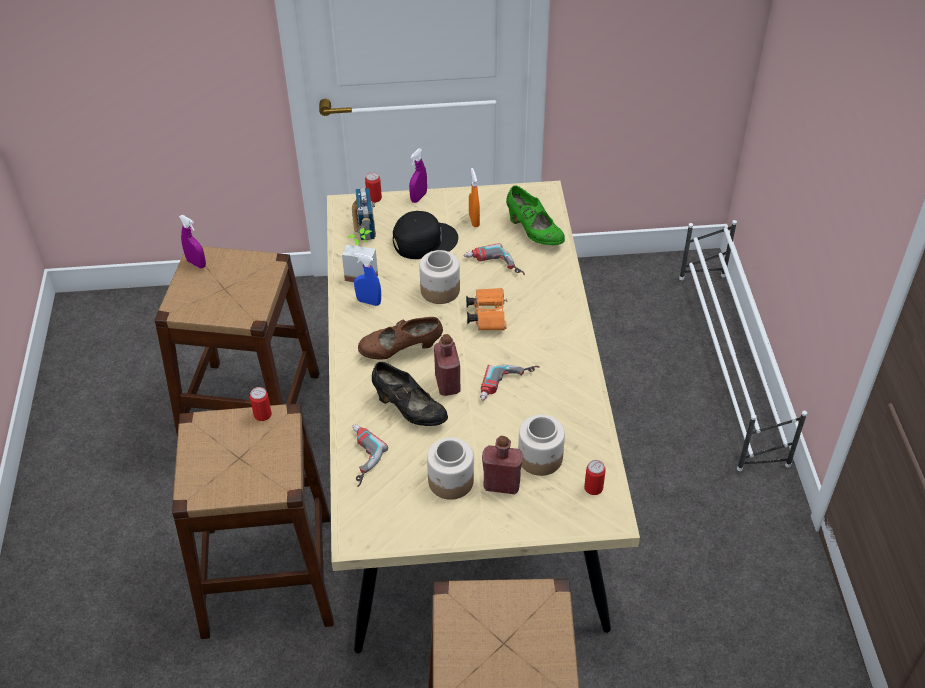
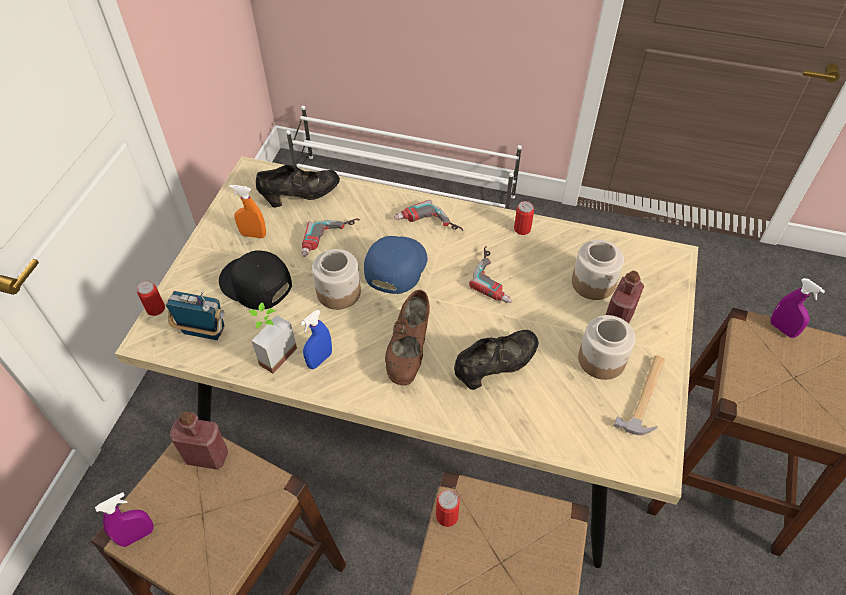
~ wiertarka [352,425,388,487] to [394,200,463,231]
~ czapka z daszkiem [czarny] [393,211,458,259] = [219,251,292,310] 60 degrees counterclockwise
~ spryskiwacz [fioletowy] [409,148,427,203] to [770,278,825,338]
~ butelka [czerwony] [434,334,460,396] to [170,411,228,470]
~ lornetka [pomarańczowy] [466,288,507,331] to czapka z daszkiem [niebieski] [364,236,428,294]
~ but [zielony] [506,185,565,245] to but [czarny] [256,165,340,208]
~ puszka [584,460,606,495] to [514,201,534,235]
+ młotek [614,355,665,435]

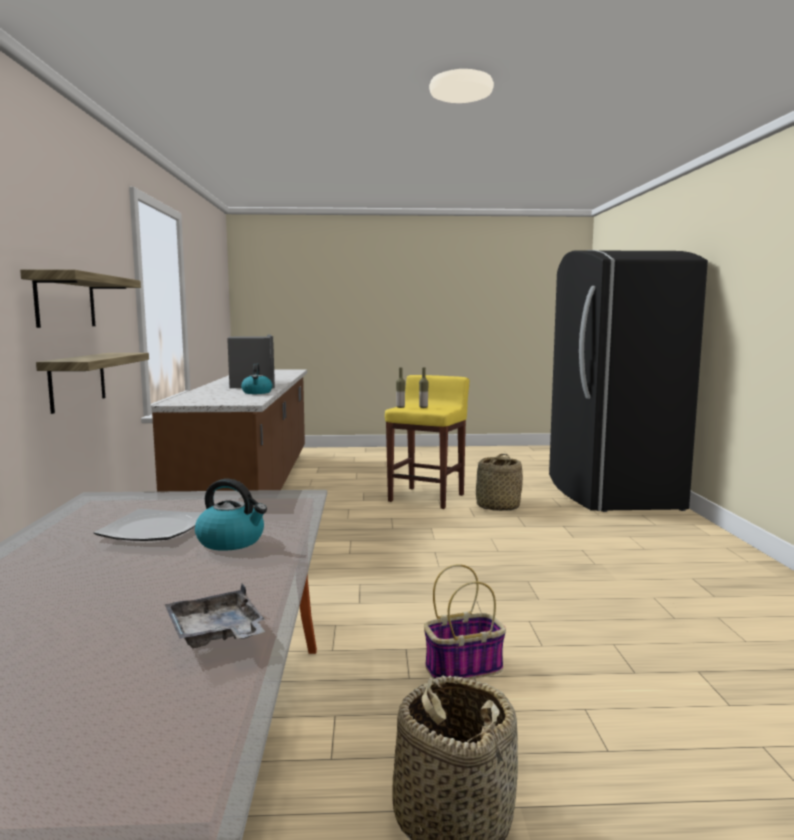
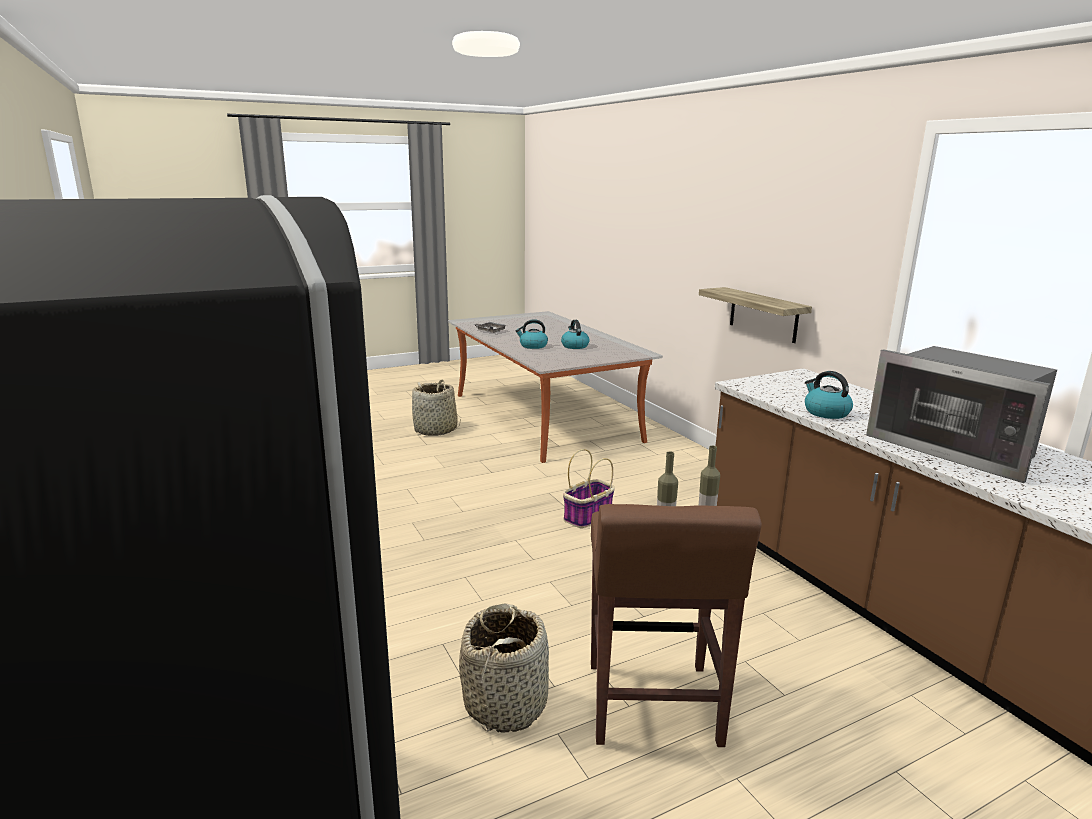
- półka [20,269,141,328]
~ talerz [94,509,203,541] to czajnik [561,320,590,349]
~ stołek [żółty] [385,375,470,509] to stołek [brązowy] [591,504,762,747]
~ koszyk [424,564,506,679] to [563,449,615,528]

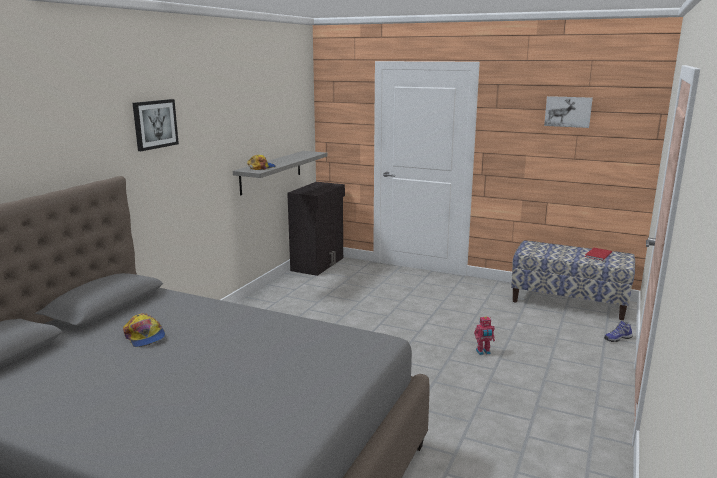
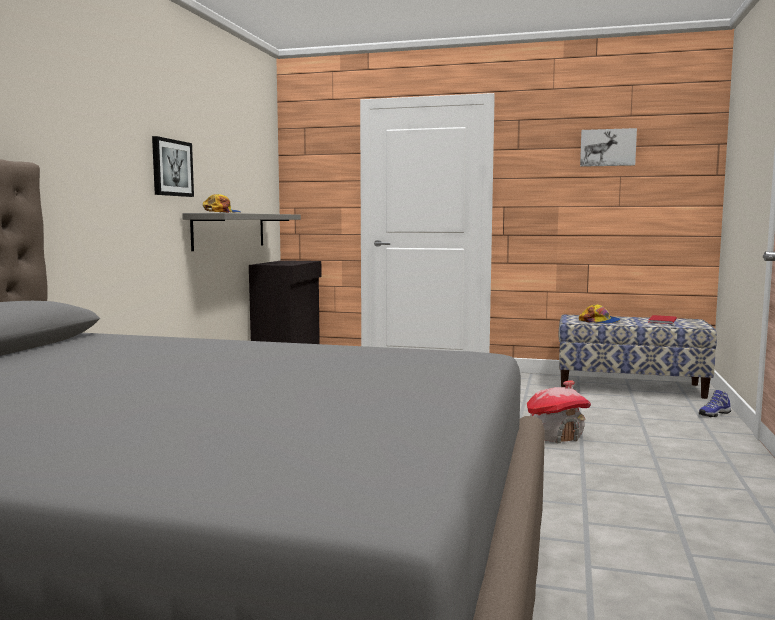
~ czapka z daszkiem [123,313,165,347] to [579,304,621,324]
~ obraz [133,99,179,151] to [152,136,194,197]
~ robot zabawkowy [474,316,495,355] to domek [527,380,591,443]

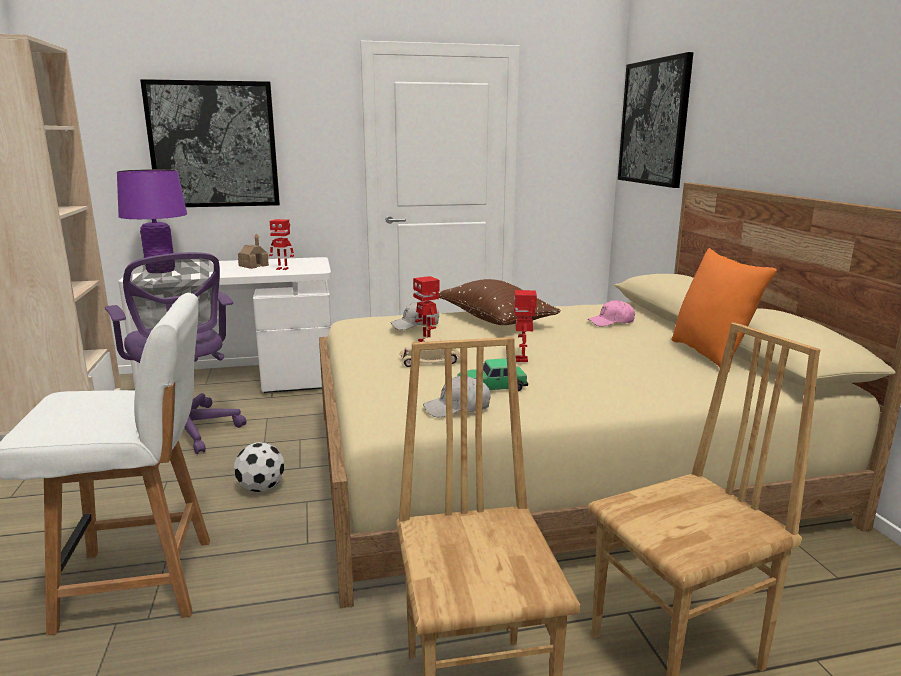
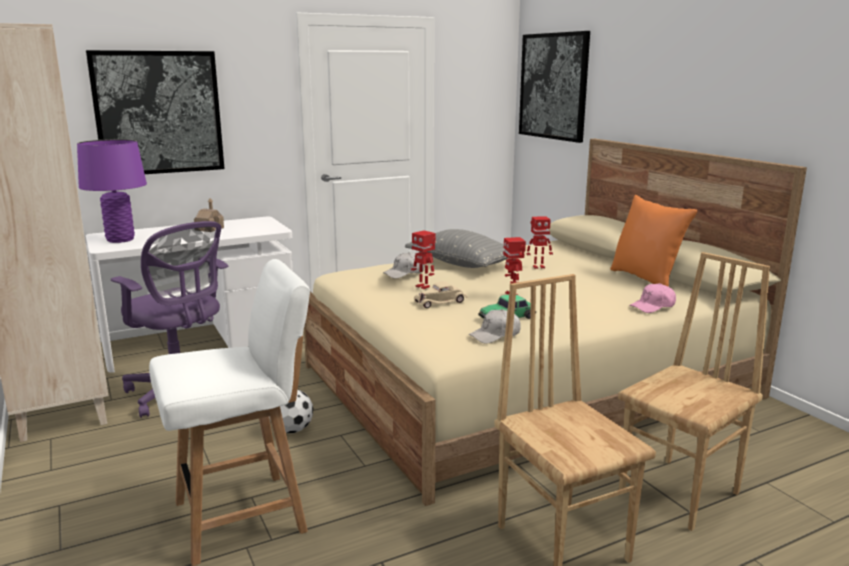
~ robot zabawkowy [269,219,294,270] to [527,216,553,269]
~ poduszka [brązowy] [439,279,561,325] to poduszka [szary] [405,229,522,268]
~ czapka z daszkiem [różowy] [588,300,635,326] to [629,283,676,313]

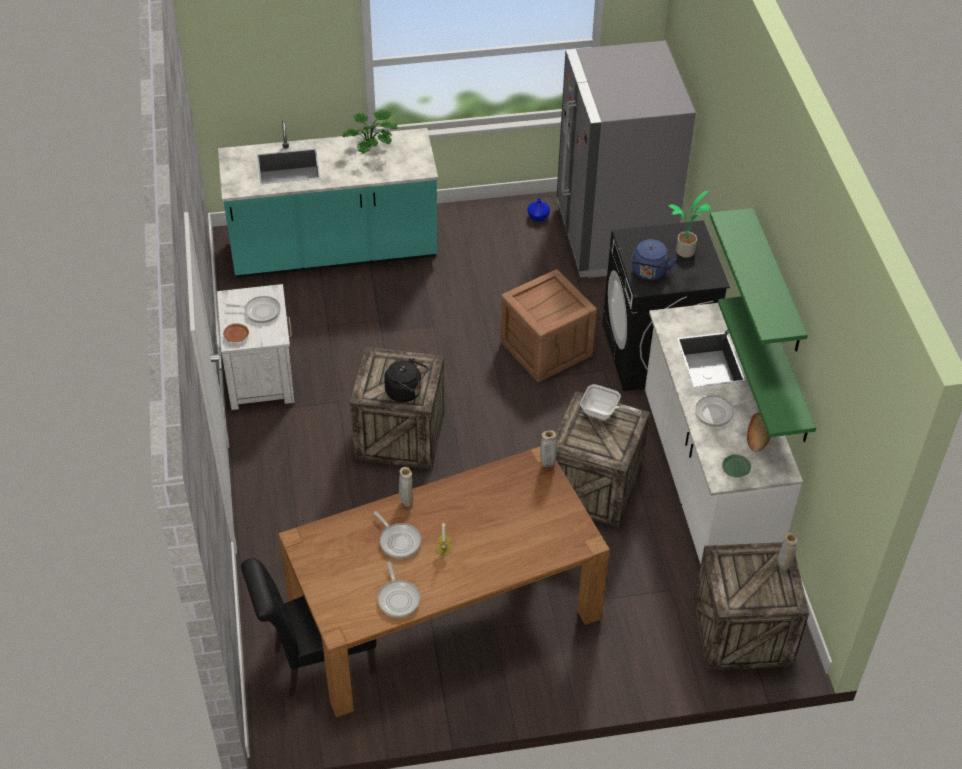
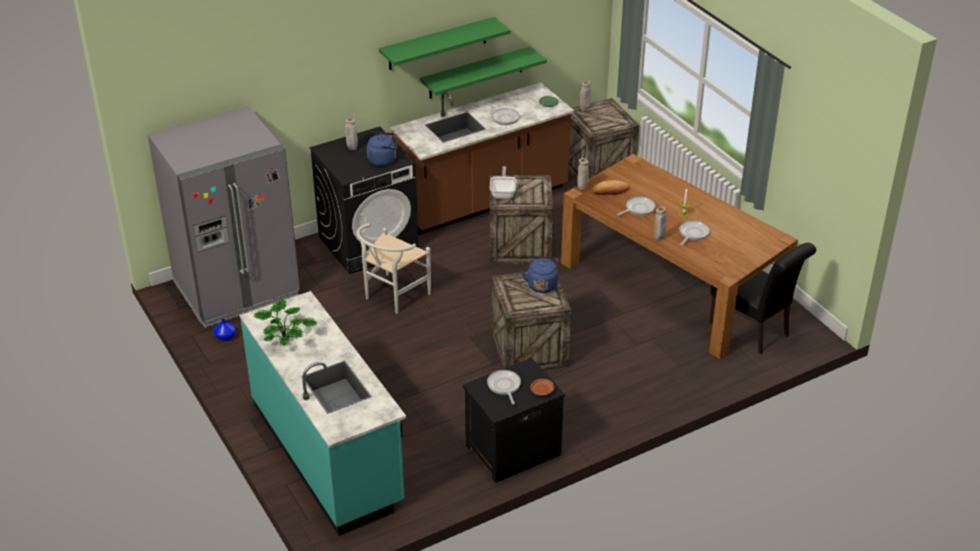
~ szafka nocna [biały] [217,284,295,410] to szafka nocna [czarny] [462,358,565,483]
~ patelnia [377,562,420,618] to [617,196,656,216]
~ czajnik [czarny] [384,358,428,402] to czajnik [niebieski] [521,256,558,293]
~ skrzynka [500,269,597,382] to krzesło [biały] [356,223,431,314]
~ zabudowa kuchenna [biały] [645,303,803,564] to zabudowa kuchenna [brązowy] [391,82,574,235]
~ roślina doniczkowa [669,191,711,258] to wazon [beżowy] [345,118,358,150]
~ chleb [747,413,771,451] to [593,180,630,195]

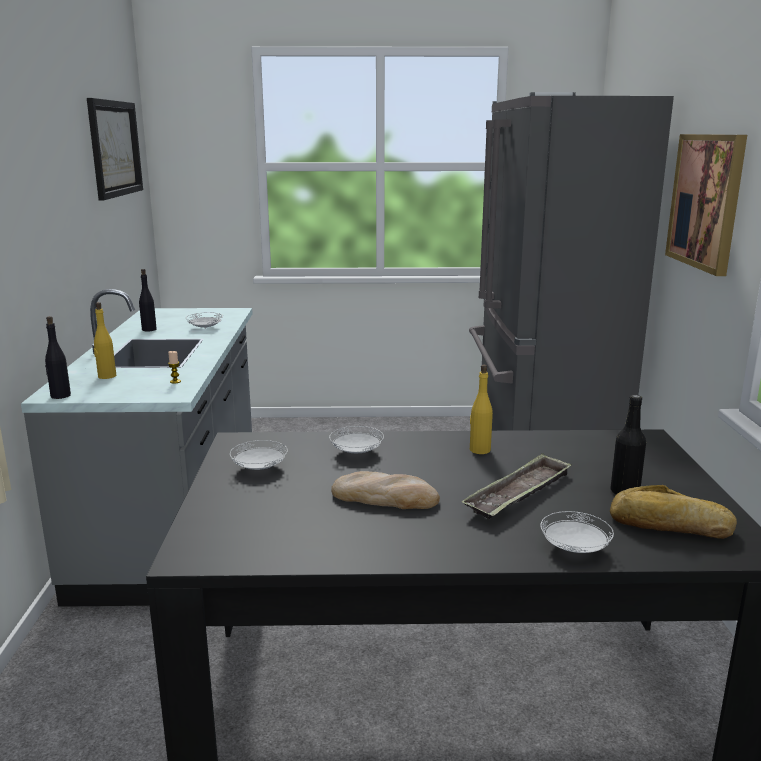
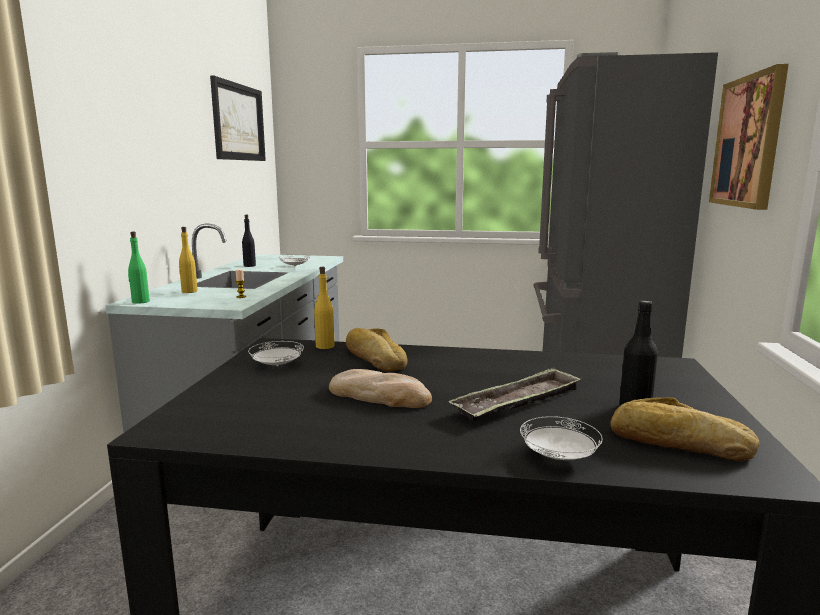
~ butelka [czarny] [45,316,71,399] to butelka [zielony] [128,232,150,304]
~ talerz [biały] [329,426,384,453] to chleb [346,328,408,371]
~ butelka [żółty] [470,365,493,454] to [314,267,335,349]

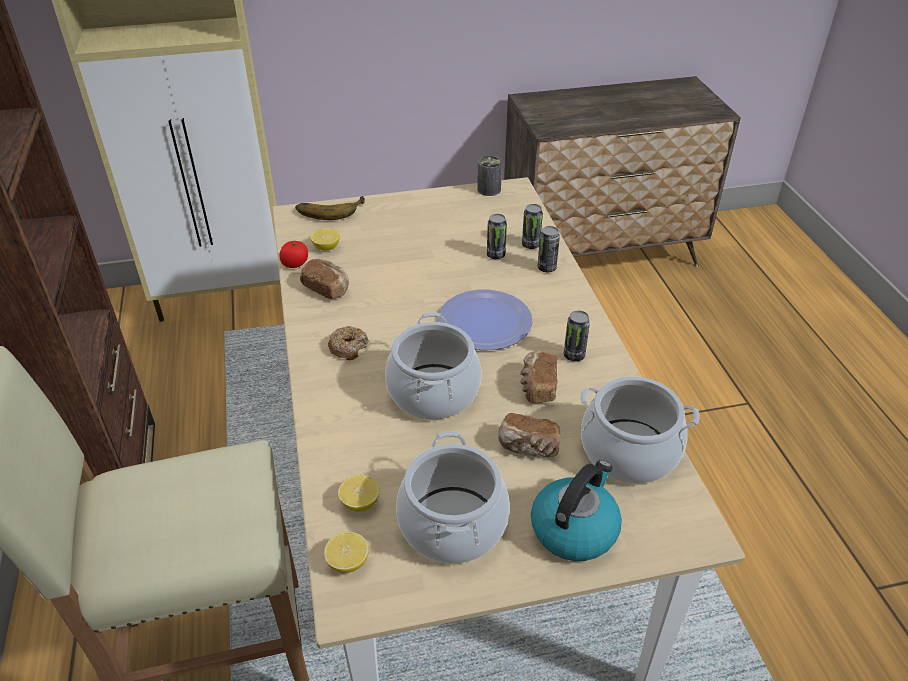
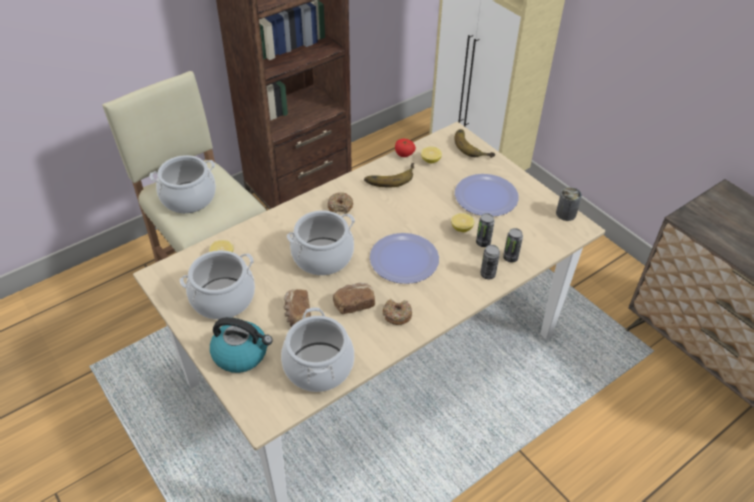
~ chleb [300,259,349,299] to banan [364,163,414,188]
~ cytryna [324,532,369,573] to [451,213,474,232]
~ puszka [564,310,590,362] to donut [383,299,412,325]
+ garnek [149,155,216,213]
+ talerz [455,174,519,216]

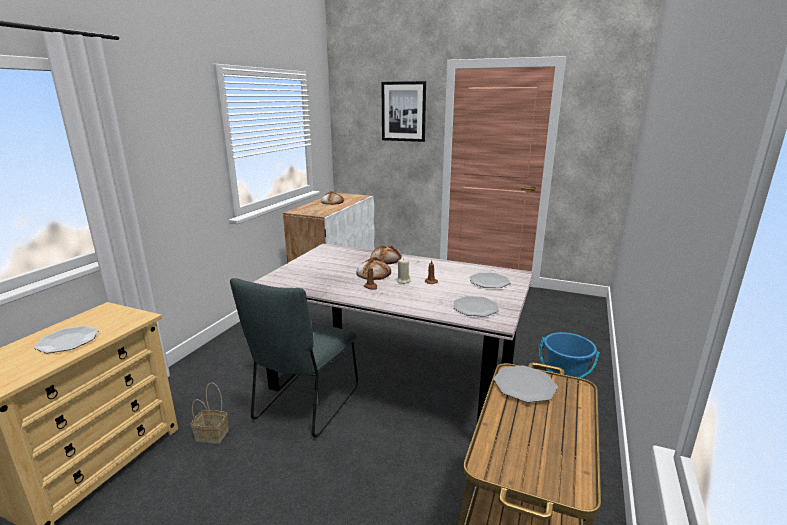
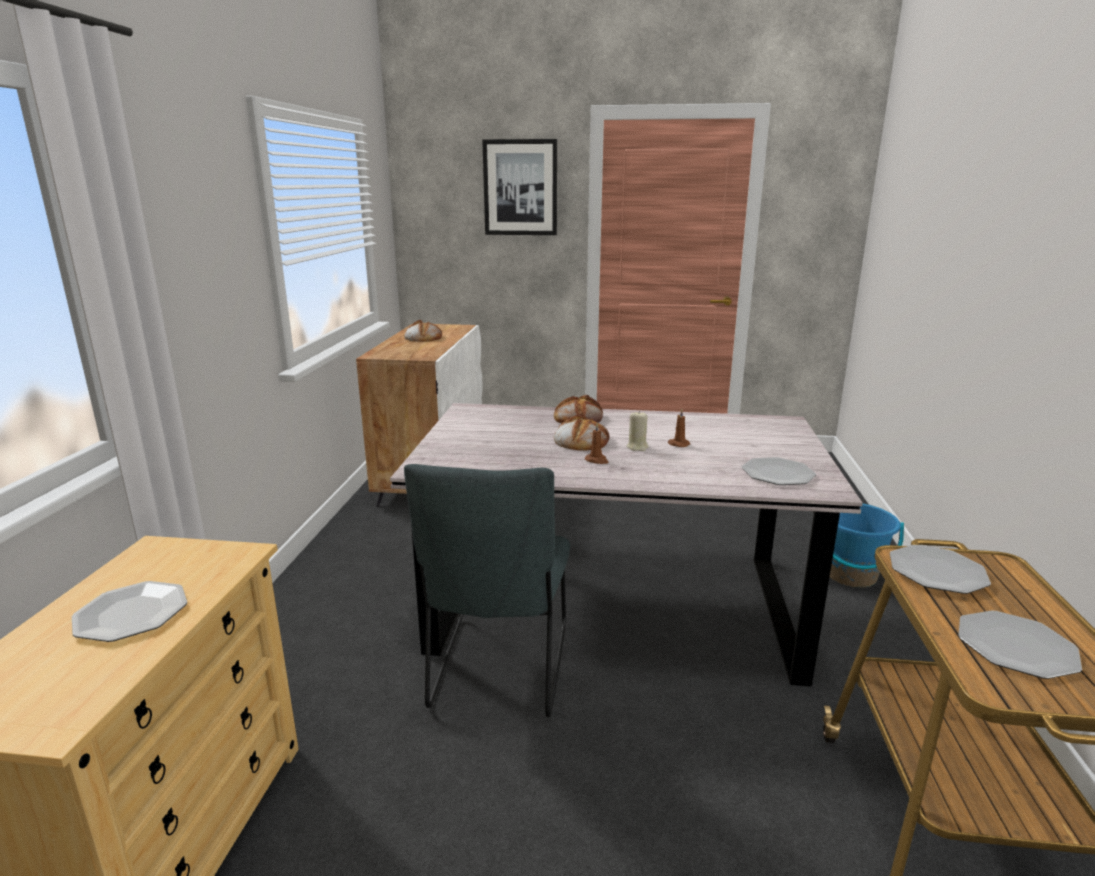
- koszyk [191,383,229,443]
~ talerz [469,273,510,288] to [958,610,1082,679]

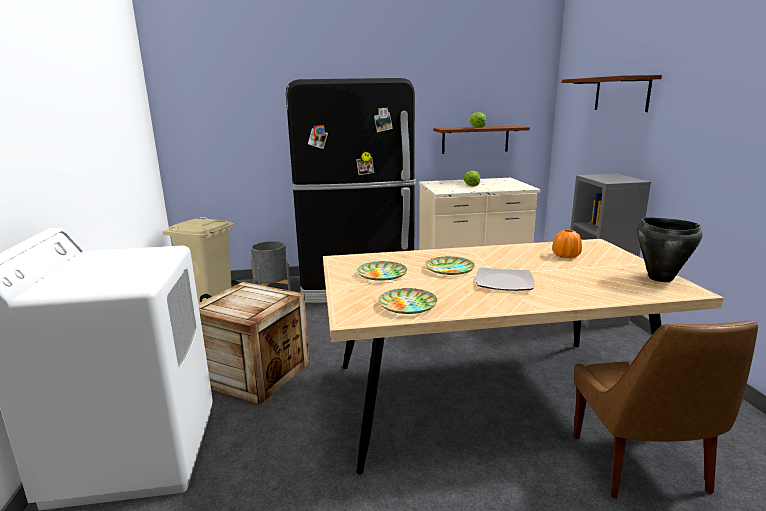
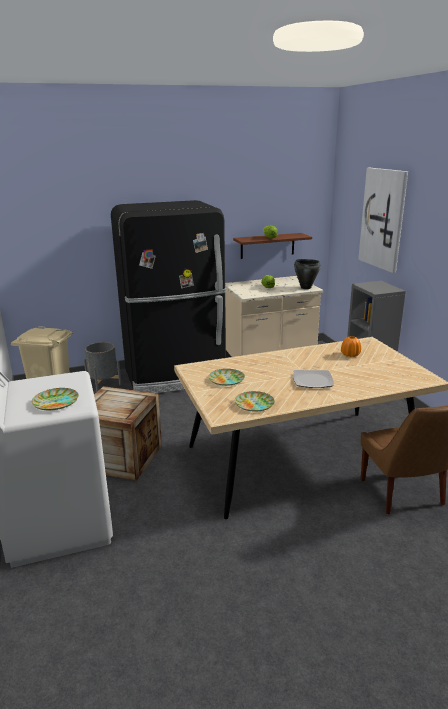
~ talerz [425,257,475,275] to [32,388,79,410]
~ półka [brązowy] [562,75,662,112] to obraz [358,168,408,273]
~ garnek [czarny] [637,217,703,282] to [294,259,321,289]

